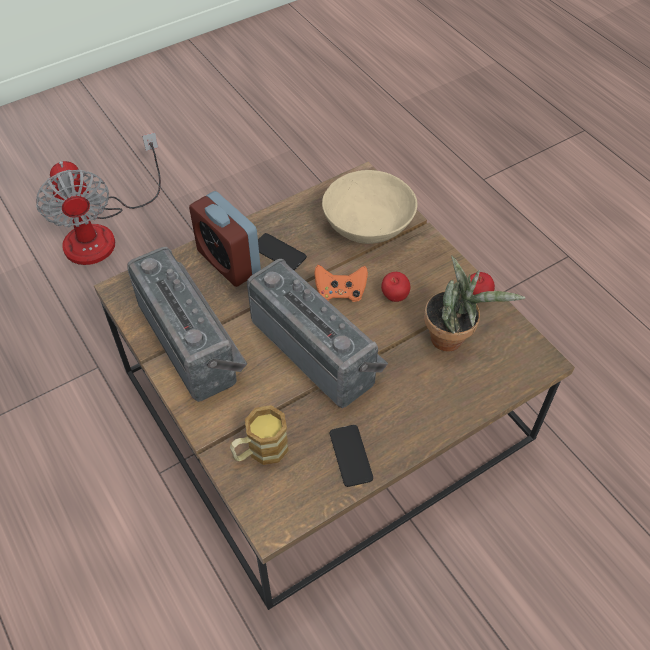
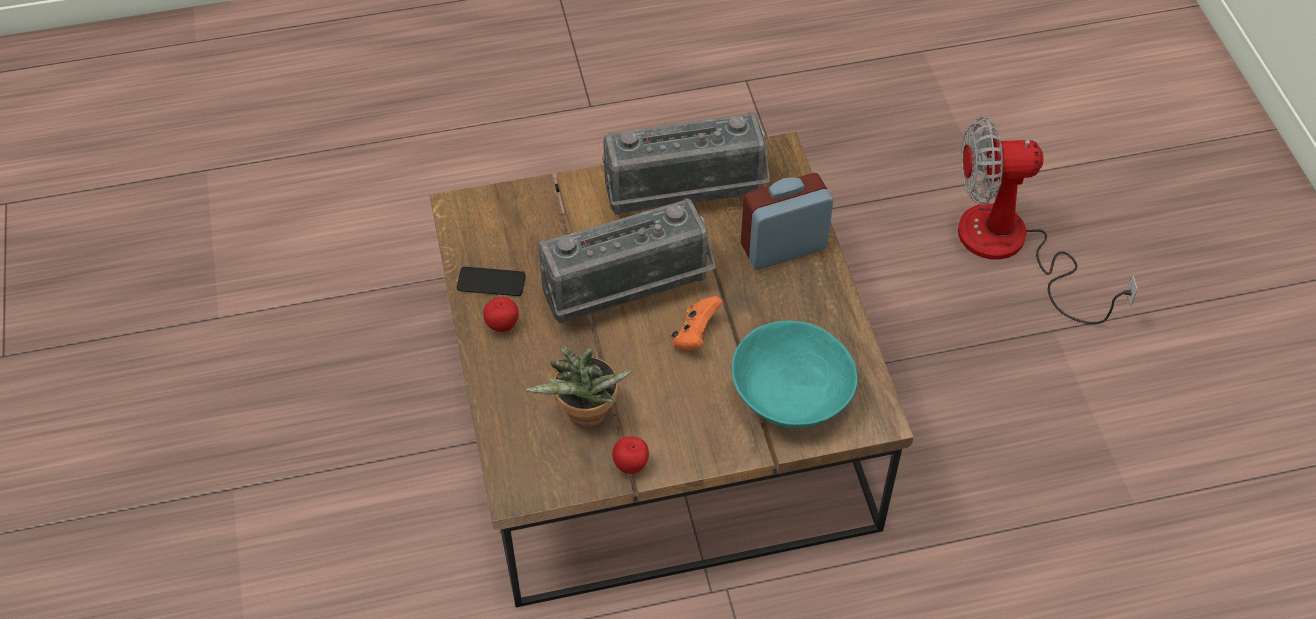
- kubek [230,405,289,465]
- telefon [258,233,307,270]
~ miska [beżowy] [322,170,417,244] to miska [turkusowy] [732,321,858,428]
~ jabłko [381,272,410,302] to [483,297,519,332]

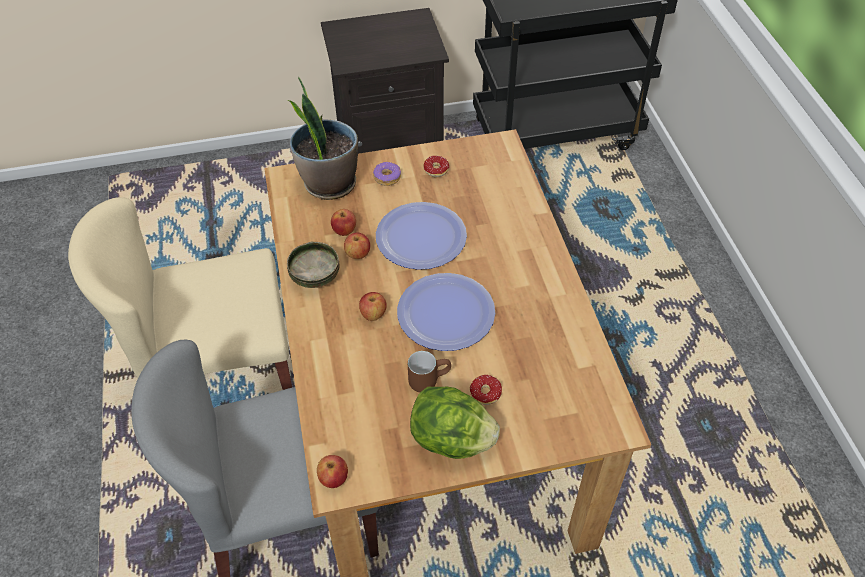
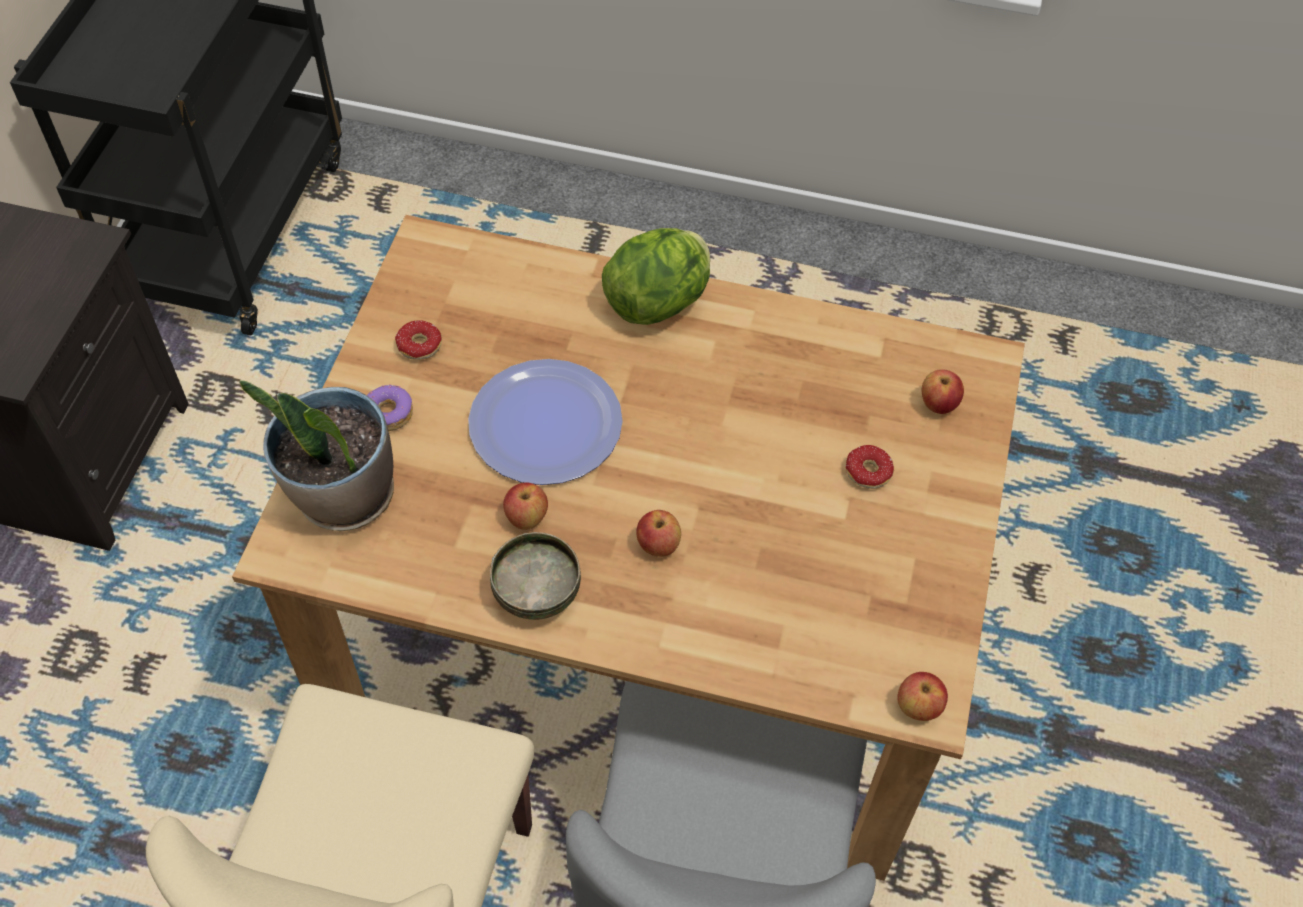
~ jabłko [331,209,356,236] to [922,369,964,414]
- talerz [397,273,495,351]
- kubek [brązowy] [408,351,451,392]
~ sałata [410,387,500,459] to [602,228,710,325]

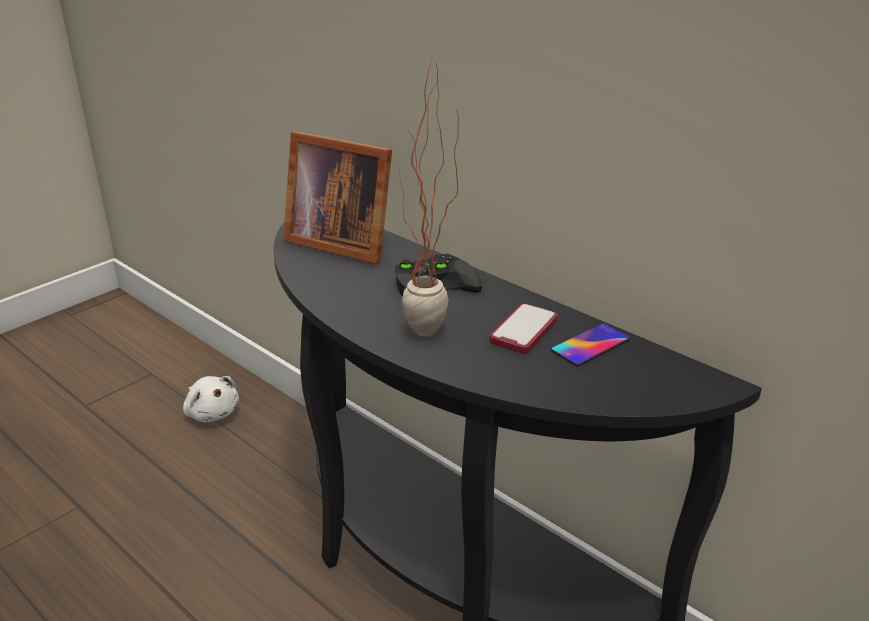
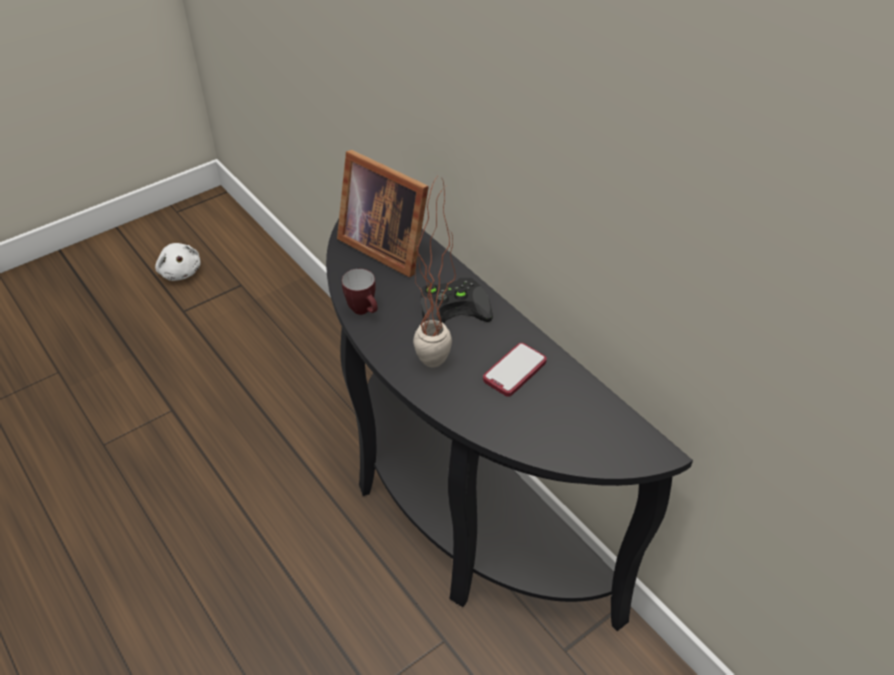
~ pluszak [biały] [183,376,239,423] to [155,243,201,281]
- telefon [551,323,630,366]
+ kubek [342,269,378,315]

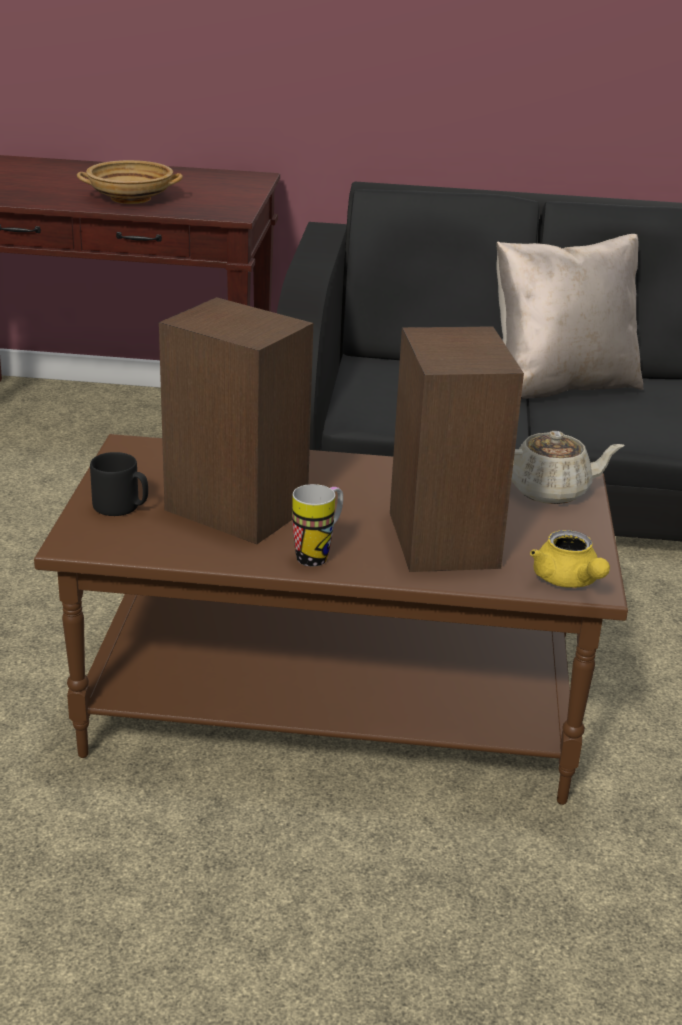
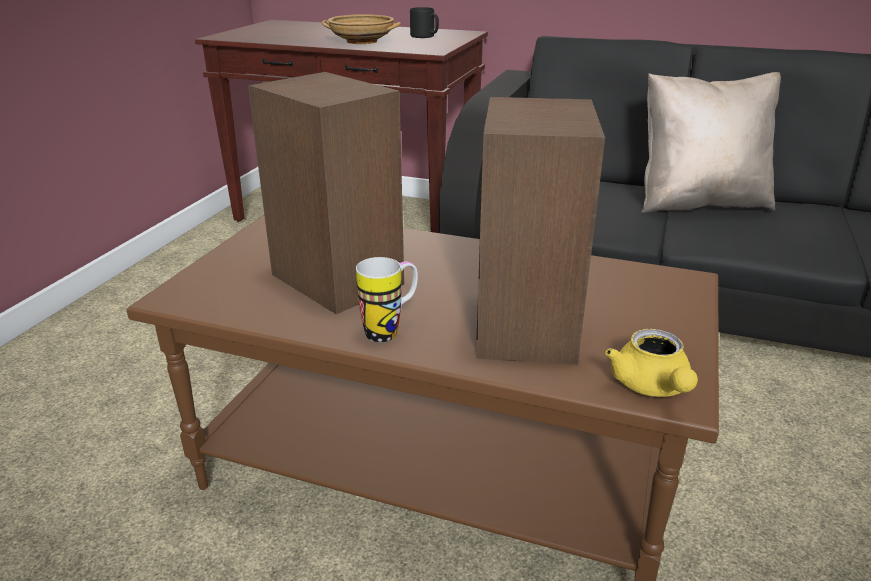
~ kubek [czarny] [90,452,148,516] to [410,7,439,38]
- imbryk [beżowy] [511,431,624,504]

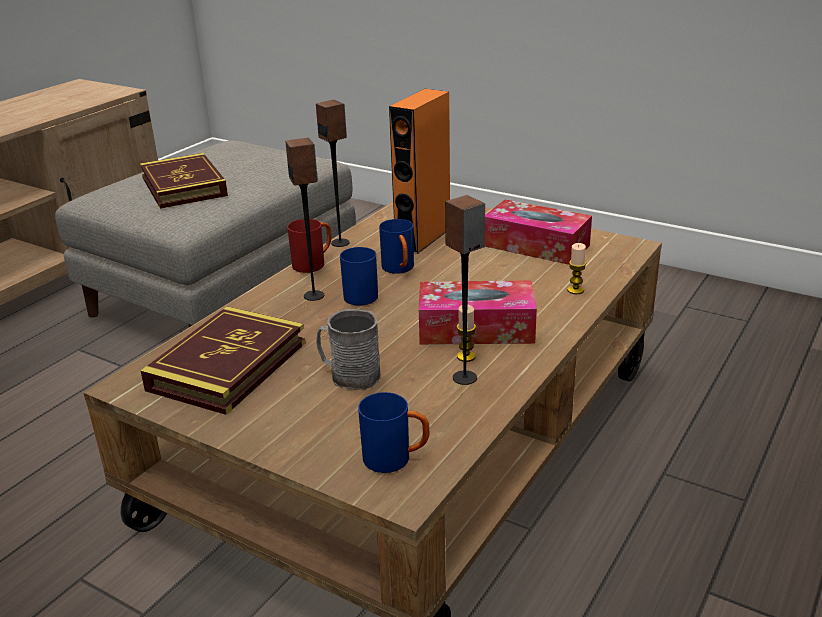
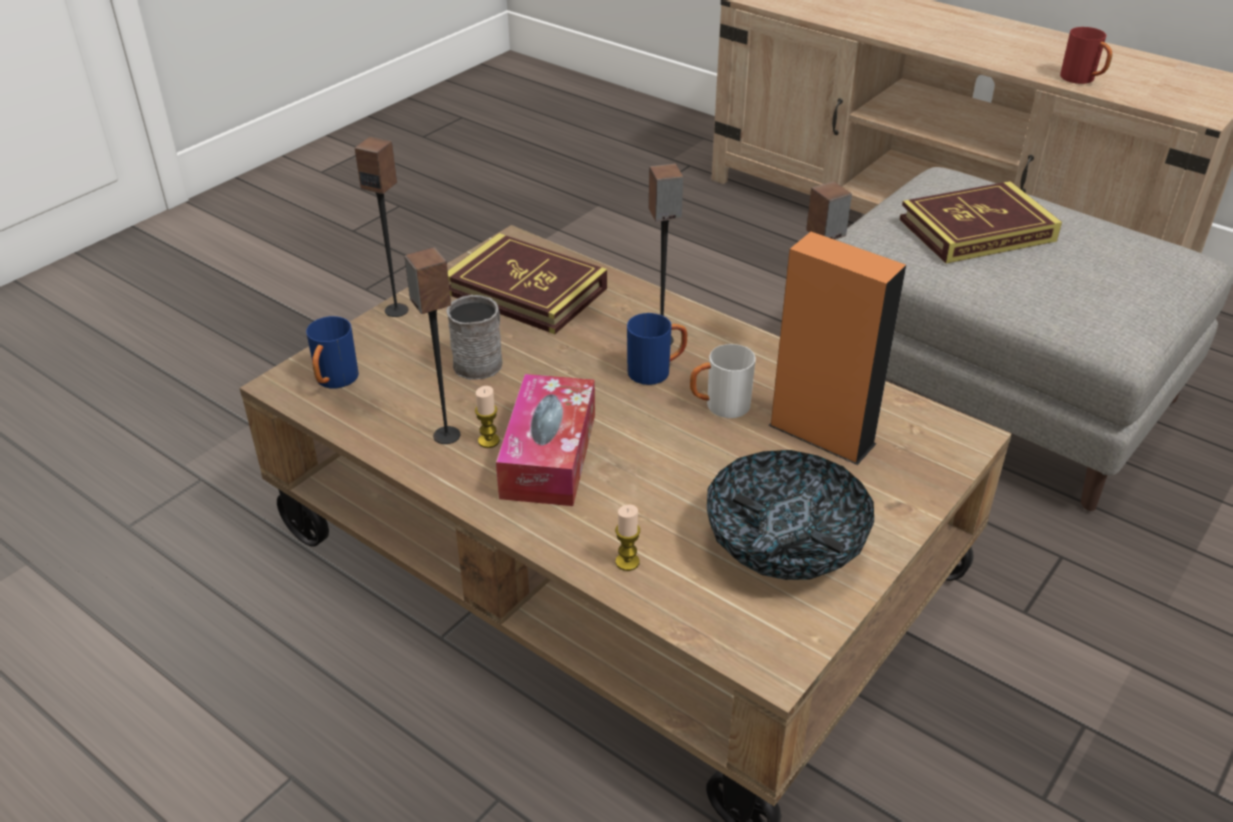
~ kubek [czerwony] [287,219,332,273] to [1060,27,1112,84]
~ kubek [niebieski] [379,219,414,274] to kubek [biały] [690,344,756,418]
~ pudełko chusteczek [485,200,592,265] to miska [707,450,874,580]
+ głośnik [355,137,408,317]

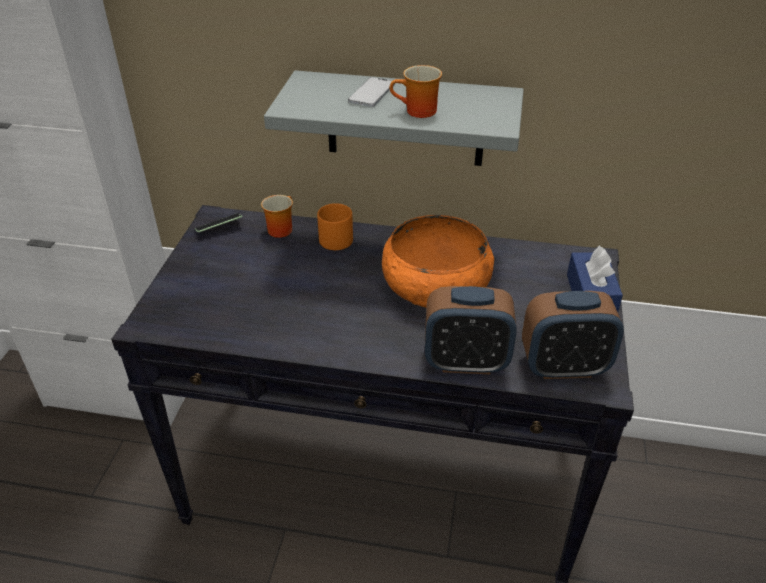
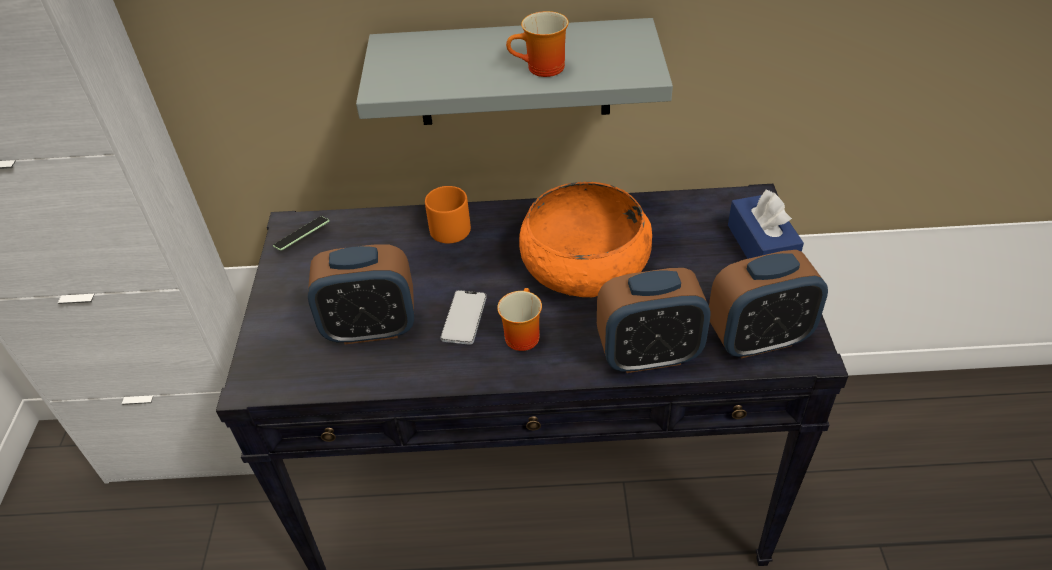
~ kubek [261,195,293,238] to [497,288,542,351]
~ telefon [348,77,395,107] to [440,290,487,345]
+ budzik [308,244,414,344]

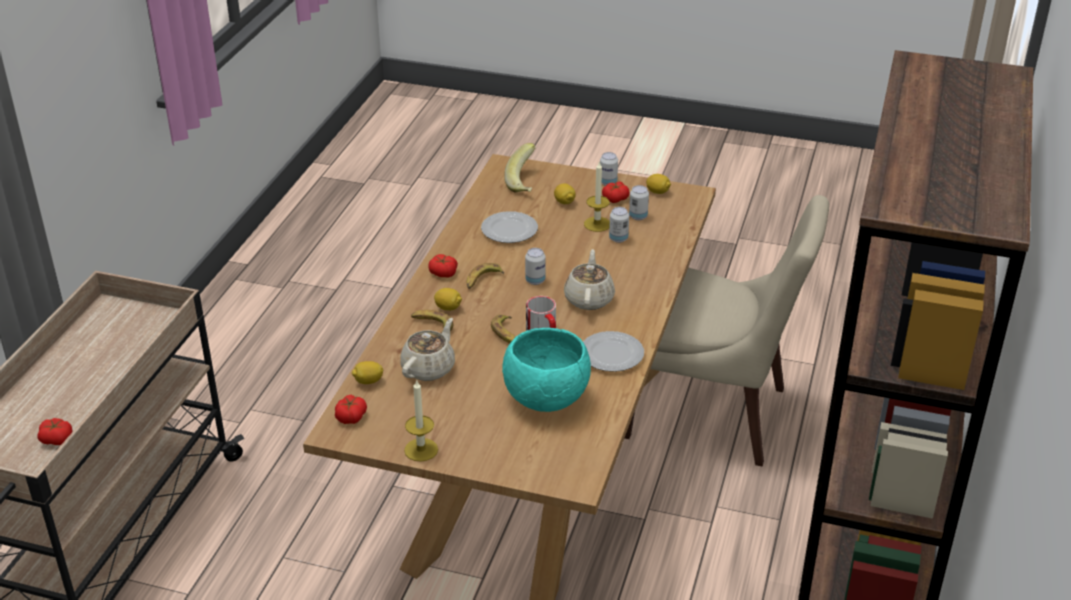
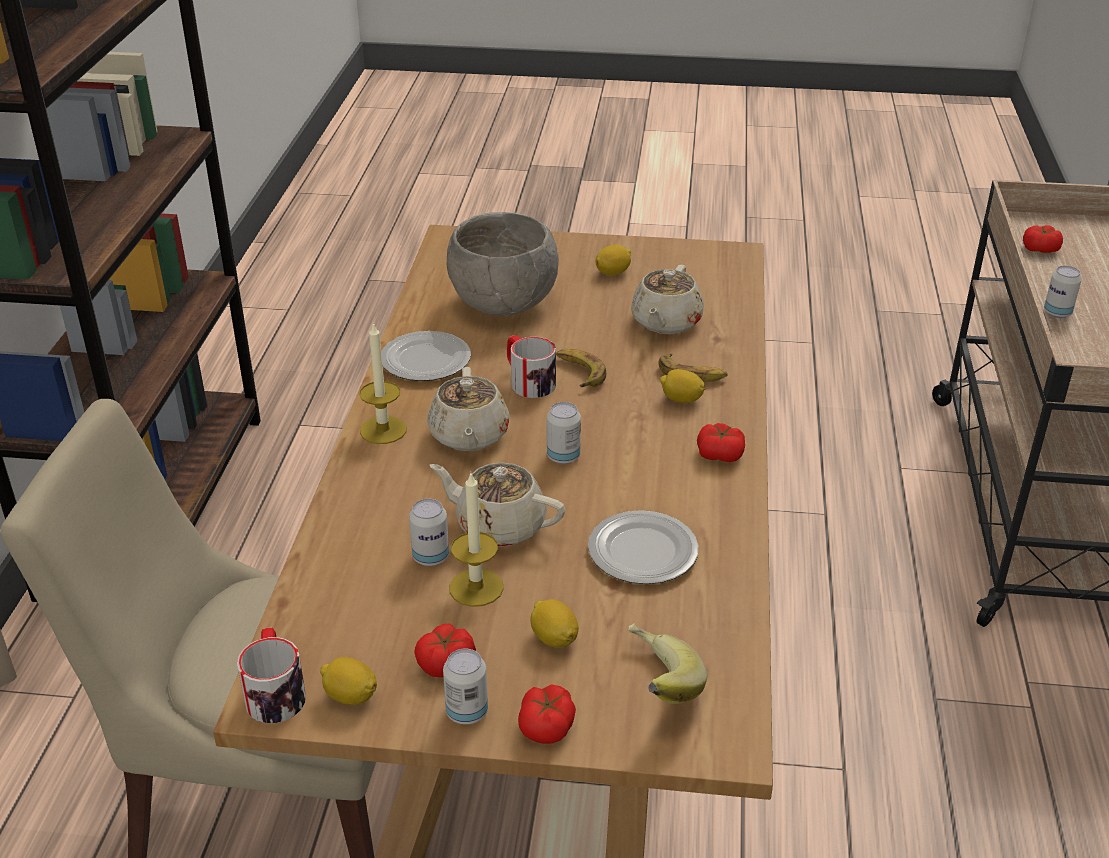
~ pomidor [335,395,367,424] to [518,684,576,744]
~ cytryna [352,361,383,384] to [595,244,631,276]
~ świeca [404,379,438,462] to [359,322,407,444]
- banan [467,263,504,289]
~ miska [turkusowy] [502,328,591,412] to miska [szary] [447,212,559,316]
~ puszka [629,185,649,220] to [1044,266,1082,318]
+ kubek [237,628,306,723]
+ imbryk [beżowy] [430,462,565,547]

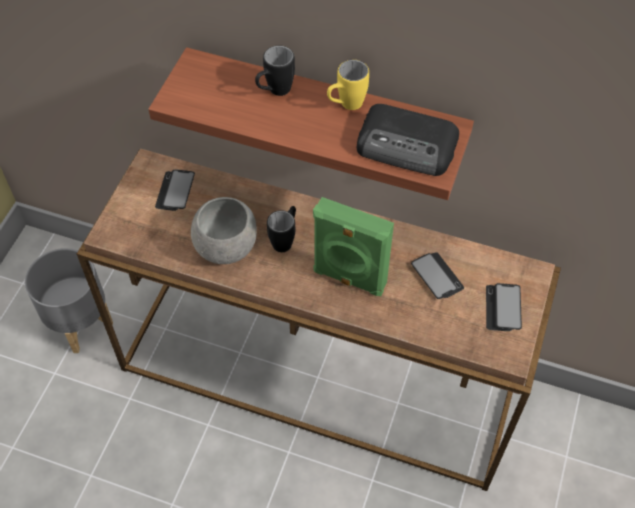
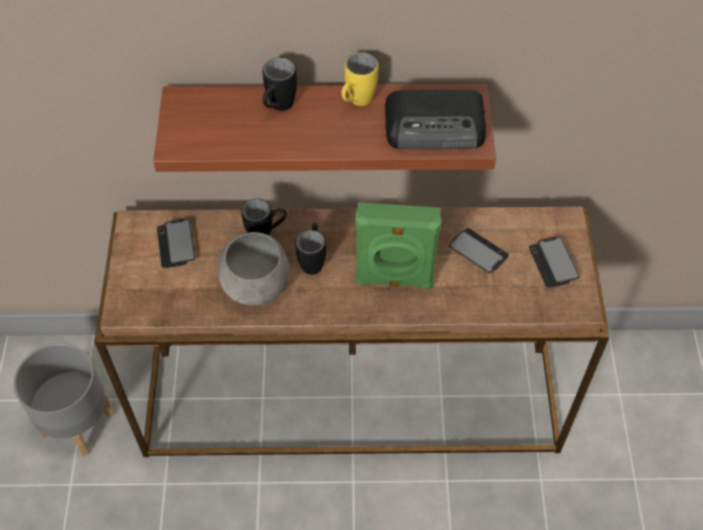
+ kubek [czarny] [241,198,287,235]

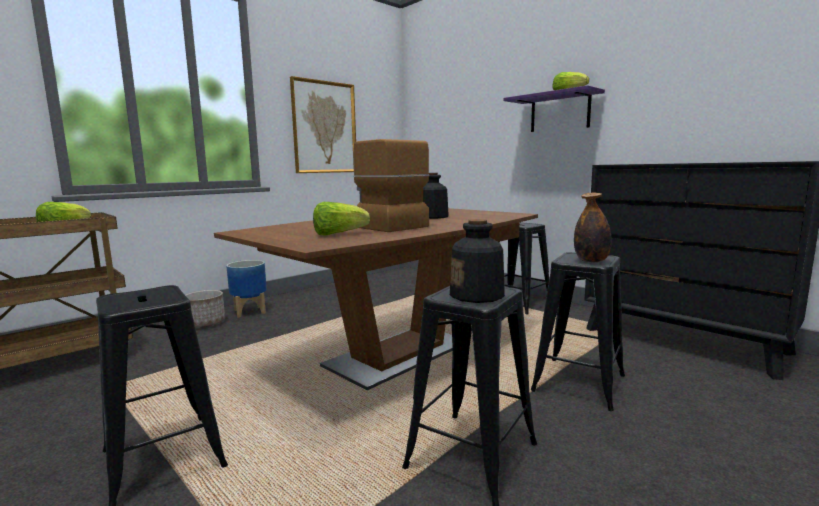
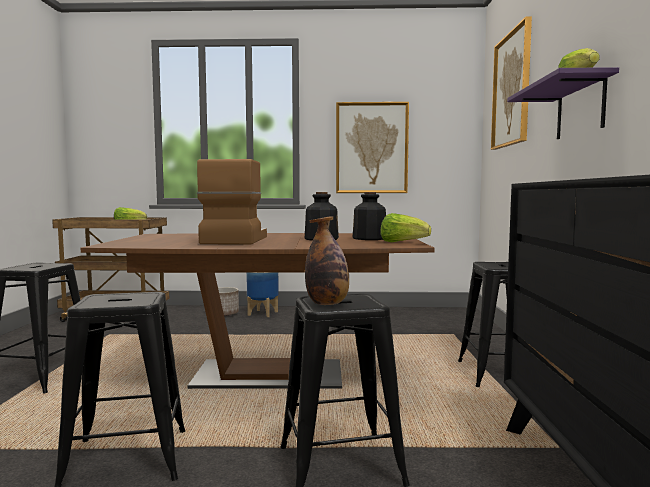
~ sałata [313,202,370,235] to [380,213,431,242]
~ butelka [450,219,505,303] to [353,192,386,240]
+ obraz [491,16,532,150]

